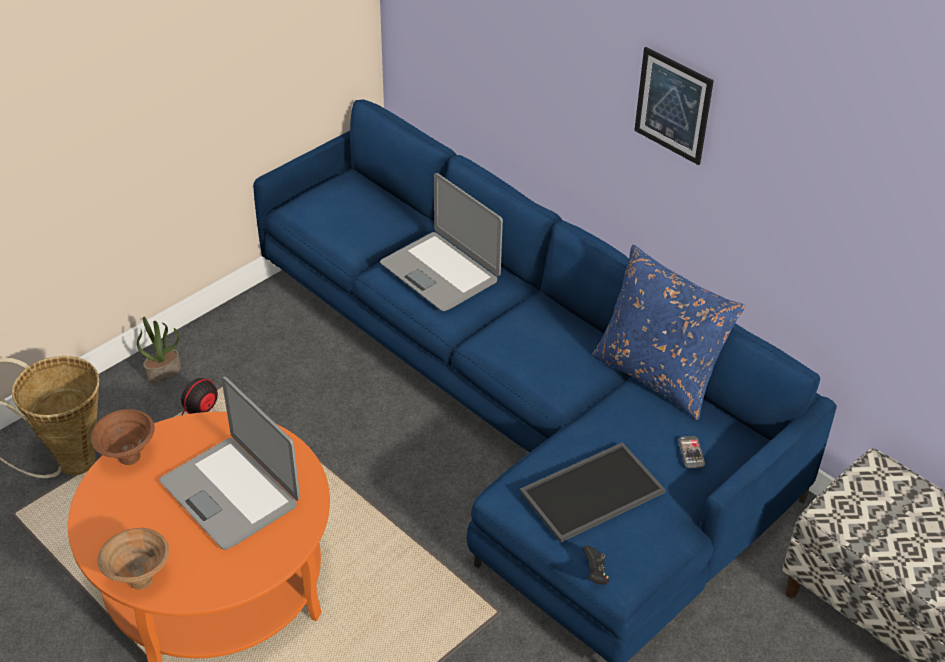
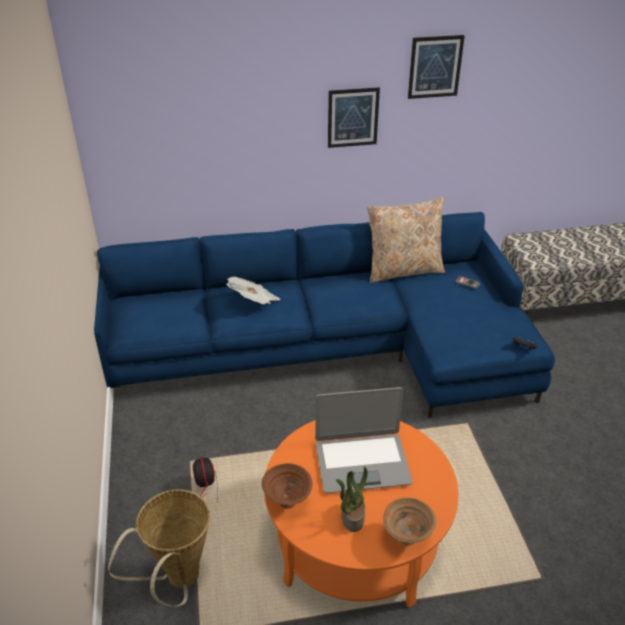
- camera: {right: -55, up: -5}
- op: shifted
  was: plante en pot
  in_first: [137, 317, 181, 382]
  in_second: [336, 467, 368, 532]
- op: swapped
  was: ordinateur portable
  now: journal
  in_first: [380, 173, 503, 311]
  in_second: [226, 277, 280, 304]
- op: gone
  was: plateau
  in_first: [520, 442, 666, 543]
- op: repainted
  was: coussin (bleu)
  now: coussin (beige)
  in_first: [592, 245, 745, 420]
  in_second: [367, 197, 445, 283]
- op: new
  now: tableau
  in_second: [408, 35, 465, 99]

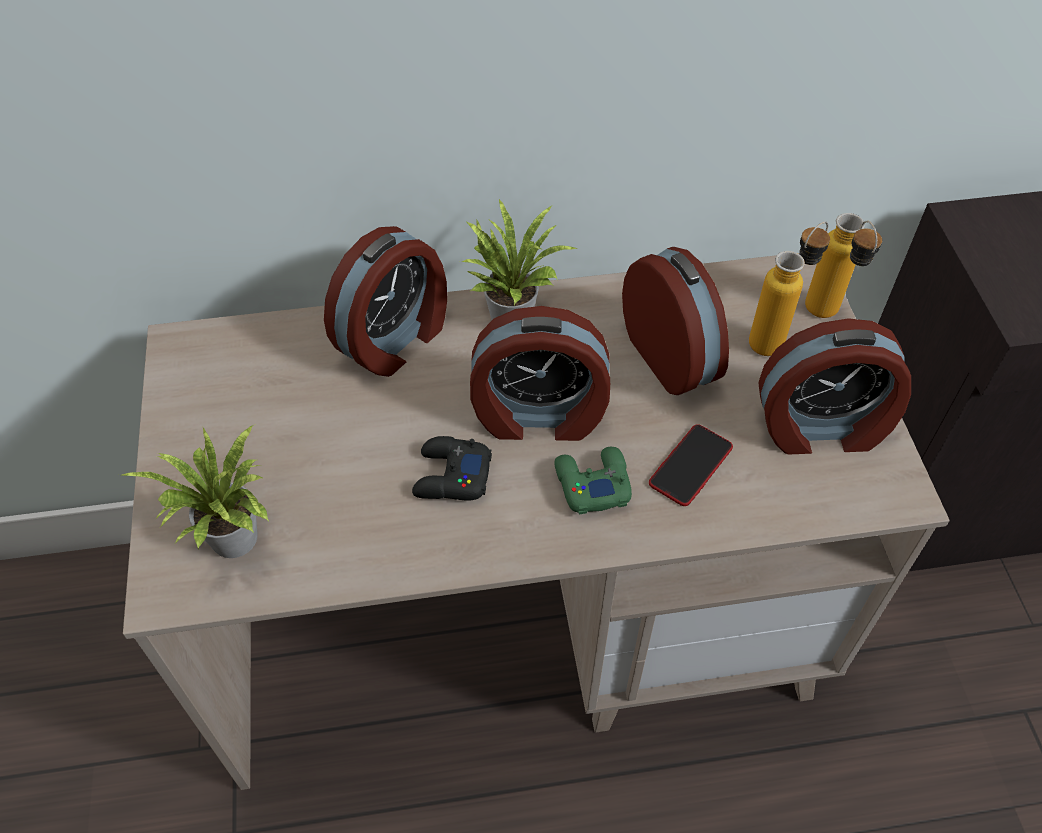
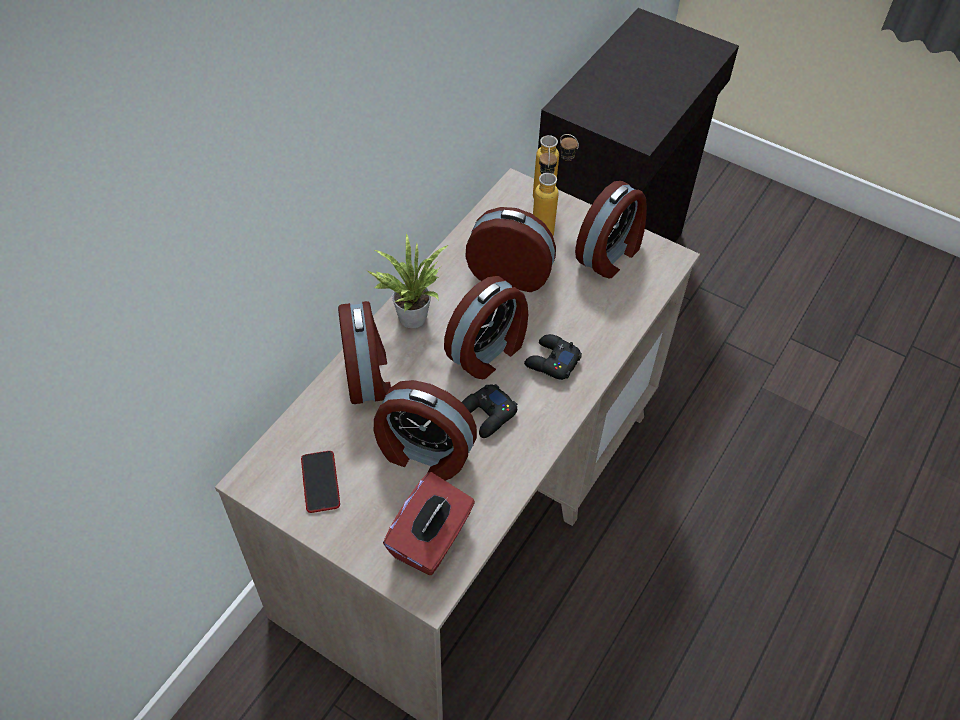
- camera: {right: -50, up: 0}
- op: swapped
  was: plante en pot
  now: boîte à mouchoirs (rouge)
  in_first: [122, 425, 269, 558]
  in_second: [383, 472, 475, 575]
- op: repainted
  was: manette (vert)
  now: manette (noir)
  in_first: [554, 447, 632, 515]
  in_second: [524, 334, 582, 380]
- op: shifted
  was: téléphone
  in_first: [649, 424, 733, 506]
  in_second: [301, 451, 340, 513]
- op: new
  now: réveil
  in_second: [374, 380, 477, 481]

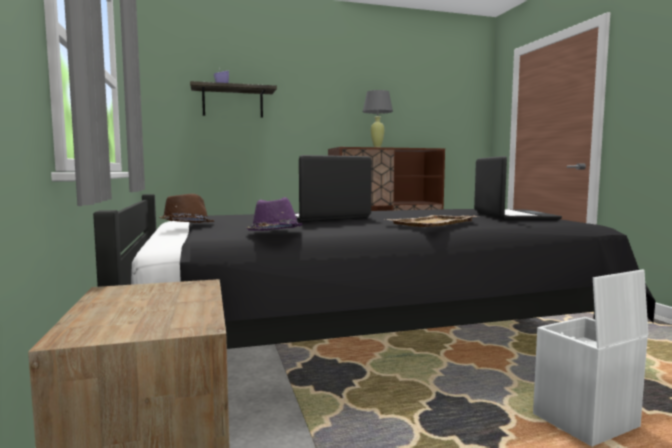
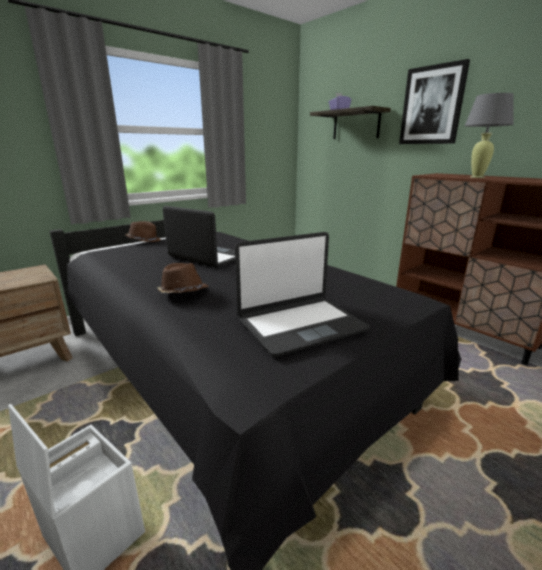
- camera: {right: 65, up: 15}
- op: gone
  was: chapeau (violet)
  in_first: [246, 197, 302, 231]
- op: swapped
  was: plateau (beige)
  now: chapeau (marron)
  in_first: [384, 215, 478, 227]
  in_second: [157, 263, 208, 293]
- op: new
  now: tableau
  in_second: [399, 59, 470, 144]

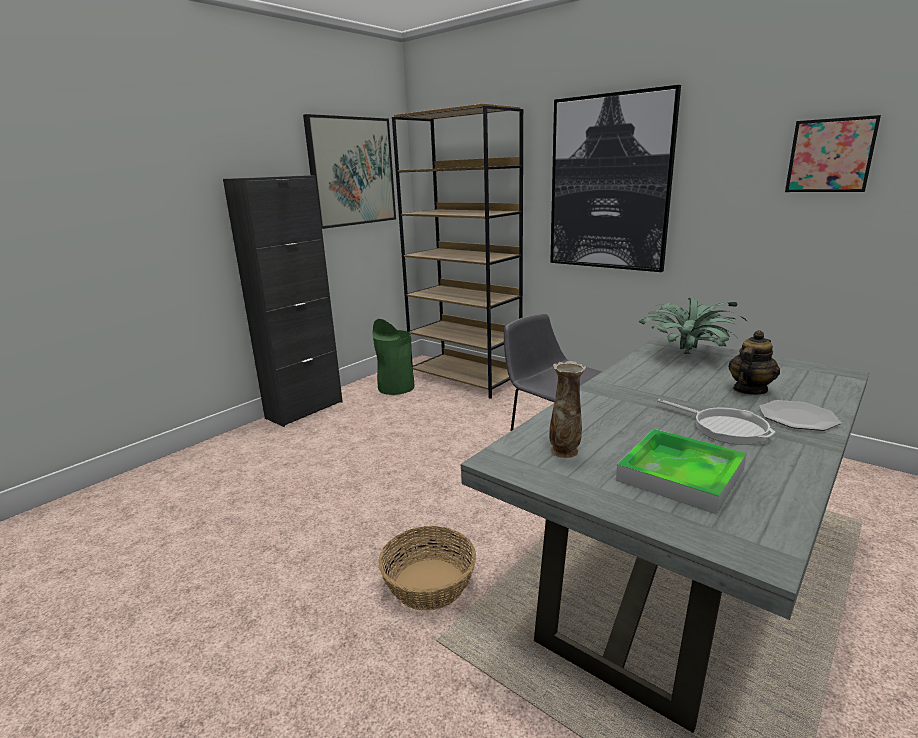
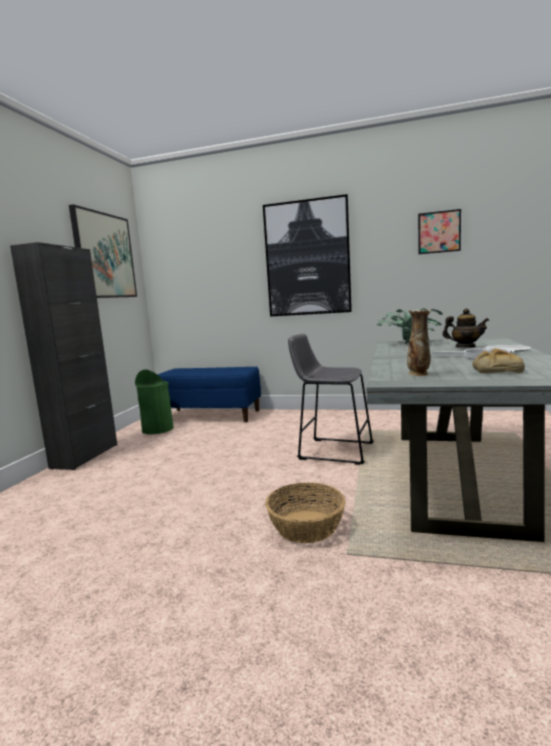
- camera: {right: -25, up: -10}
- op: swapped
  was: bibliothèque (marron)
  now: banc (bleu)
  in_first: [392, 103, 523, 399]
  in_second: [157, 367, 261, 422]
- op: swapped
  was: plateau
  now: pain
  in_first: [616, 429, 747, 514]
  in_second: [472, 348, 525, 373]
- op: rotated
  was: théière
  in_first: [728, 330, 780, 395]
  in_second: [442, 309, 489, 348]
  clockwise: 90

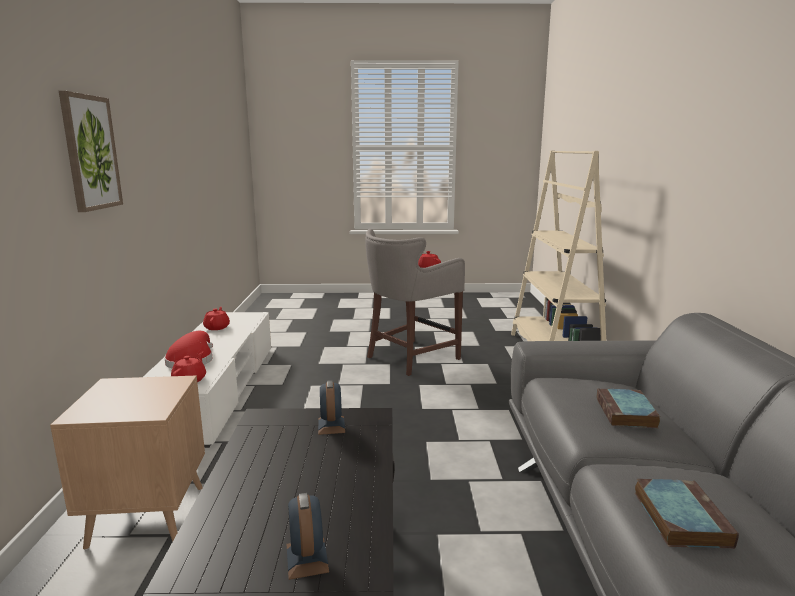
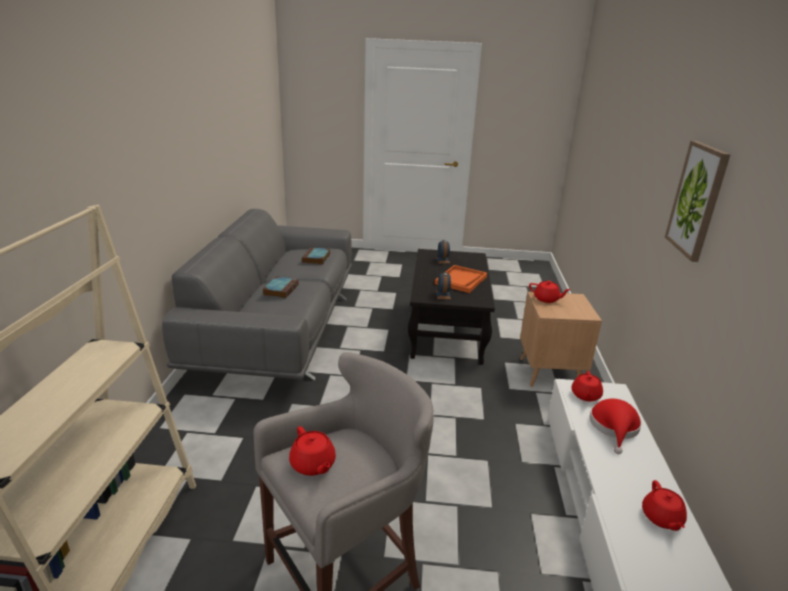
- camera: {right: -175, up: 10}
- op: new
  now: plateau (orange)
  in_second: [435, 265, 487, 293]
- op: new
  now: théière (rouge)
  in_second: [529, 281, 571, 303]

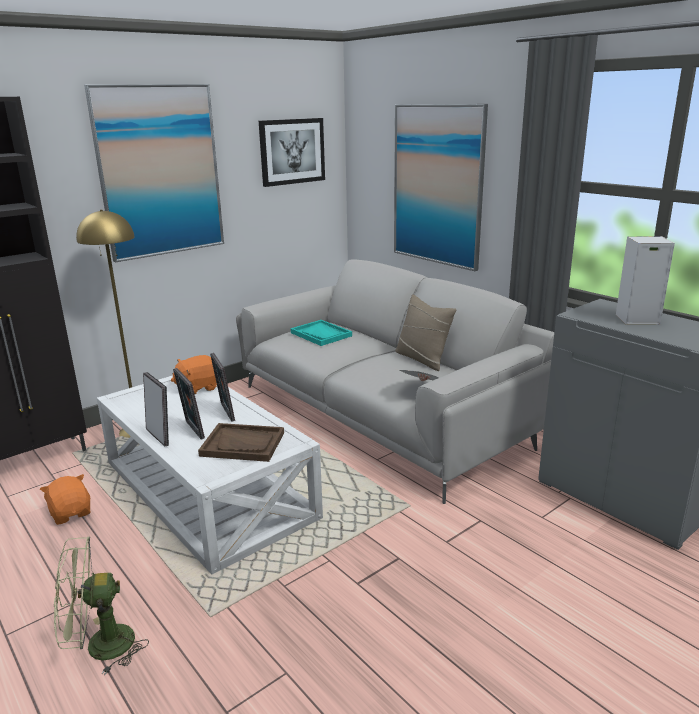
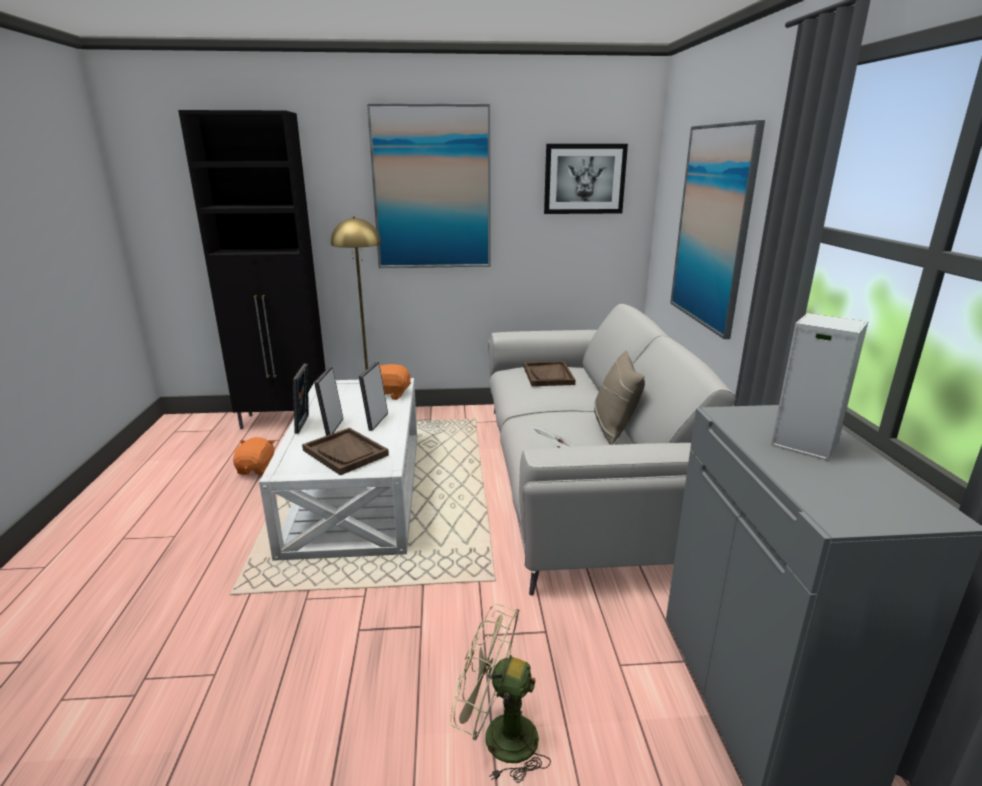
- camera: {right: 35, up: 0}
- op: shifted
  was: ventilateur (vert)
  in_first: [54, 536, 149, 675]
  in_second: [450, 604, 551, 783]
- op: repainted
  was: plateau (turquoise)
  now: plateau (marron)
  in_first: [290, 320, 352, 346]
  in_second: [524, 361, 575, 386]

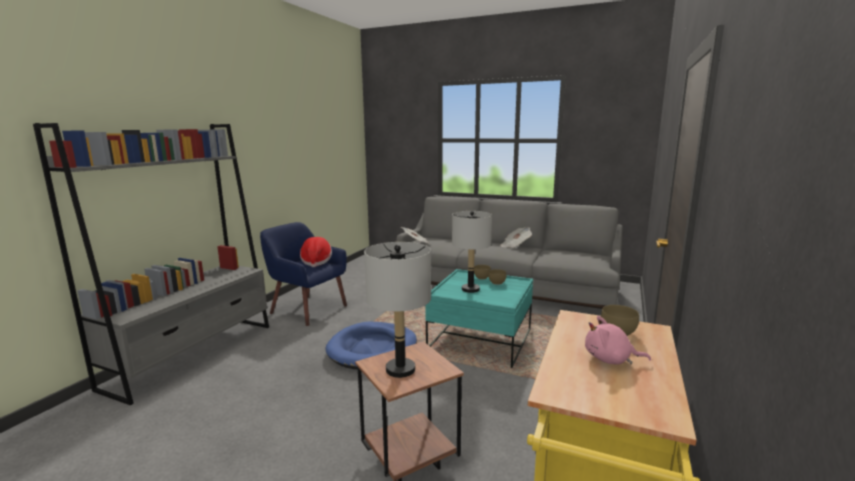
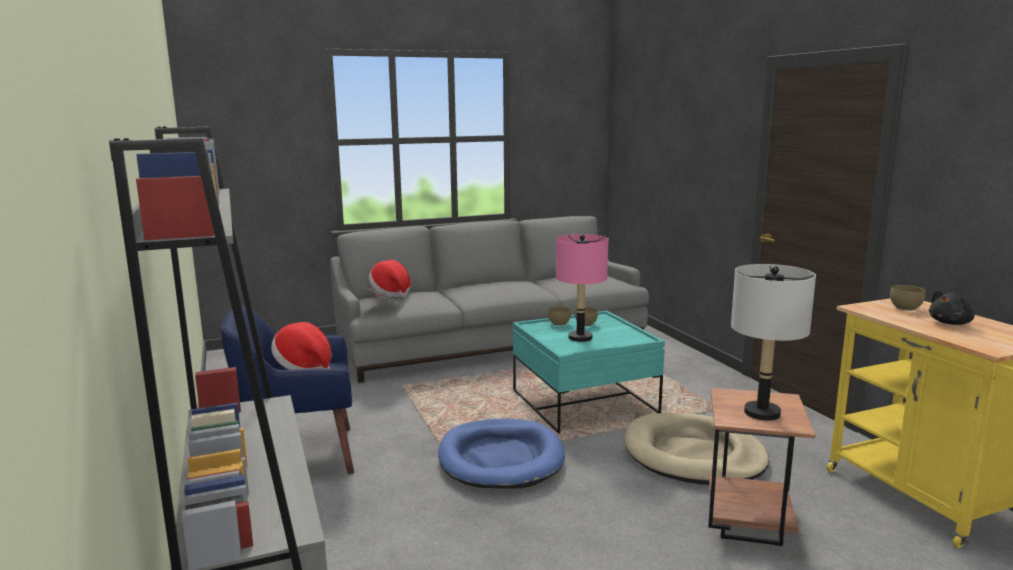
- camera: {right: -45, up: 0}
- op: repainted
  was: lampe de table (gris)
  now: lampe de table (rose)
  in_first: [452, 211, 492, 293]
  in_second: [556, 234, 608, 342]
- op: gone
  was: journal
  in_first: [500, 227, 532, 248]
- op: repainted
  was: peluche (rose)
  now: peluche (noir)
  in_first: [585, 316, 651, 365]
  in_second: [929, 290, 975, 325]
- op: new
  now: chapeau
  in_second: [369, 260, 411, 297]
- op: new
  now: panier pour chien (beige)
  in_second: [624, 413, 769, 485]

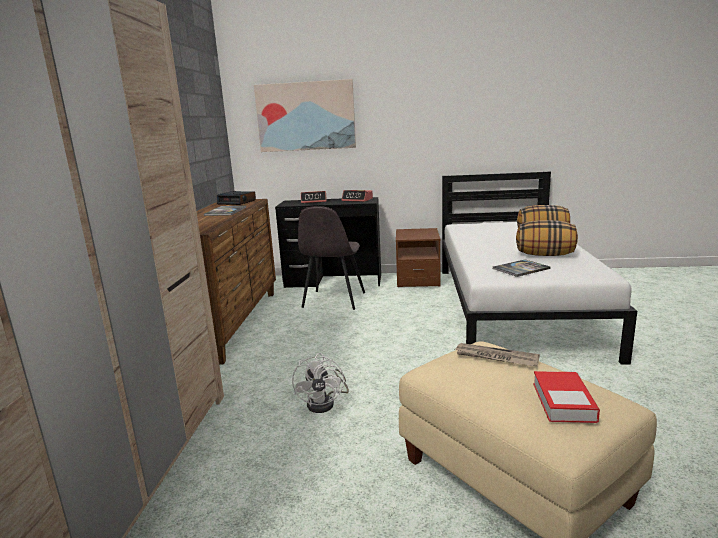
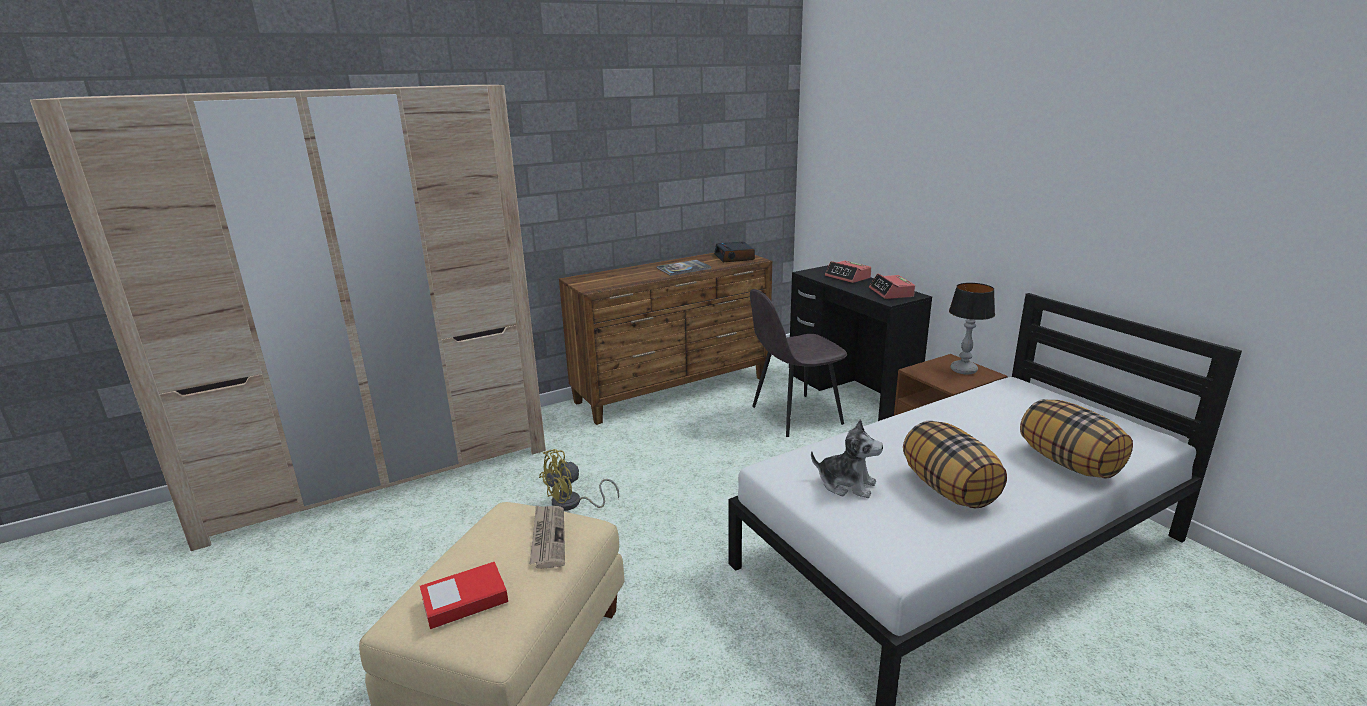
- camera: {right: 55, up: 5}
- op: gone
  was: tableau
  in_first: [254, 79, 356, 152]
- op: repainted
  was: ventilateur (blanc)
  now: ventilateur (jaune)
  in_first: [292, 353, 349, 413]
  in_second: [539, 449, 619, 511]
- op: swapped
  was: livre
  now: peluche
  in_first: [493, 259, 550, 277]
  in_second: [811, 419, 883, 498]
- op: new
  now: lampe de table
  in_second: [949, 283, 995, 375]

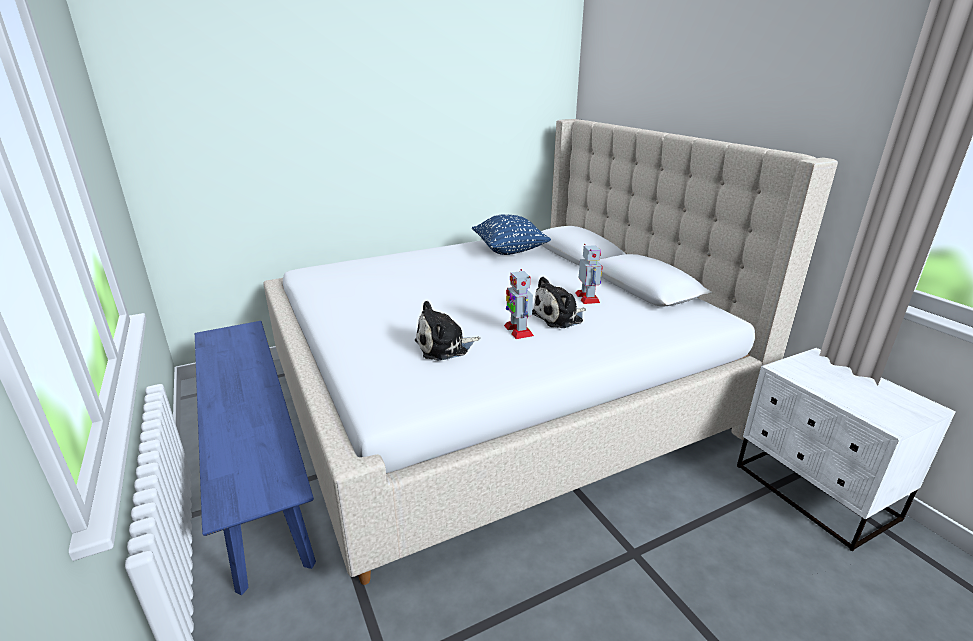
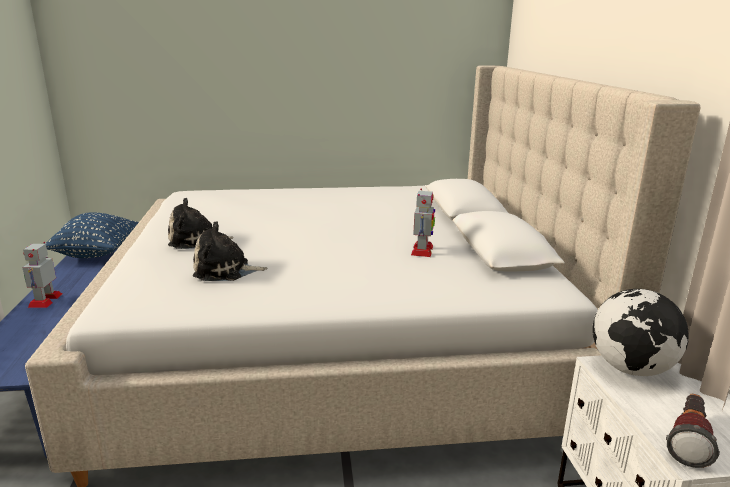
- camera: {right: 20, up: -5}
- op: shifted
  was: coussin (bleu)
  in_first: [472, 214, 551, 255]
  in_second: [44, 212, 139, 258]
- op: shifted
  was: robot jouet
  in_first: [504, 269, 534, 339]
  in_second: [22, 242, 62, 308]
- op: shifted
  was: peluche
  in_first: [532, 276, 586, 328]
  in_second: [168, 198, 234, 249]
- op: new
  now: globe
  in_second: [592, 289, 688, 376]
- op: new
  now: lampe de poche
  in_second: [666, 394, 720, 468]

